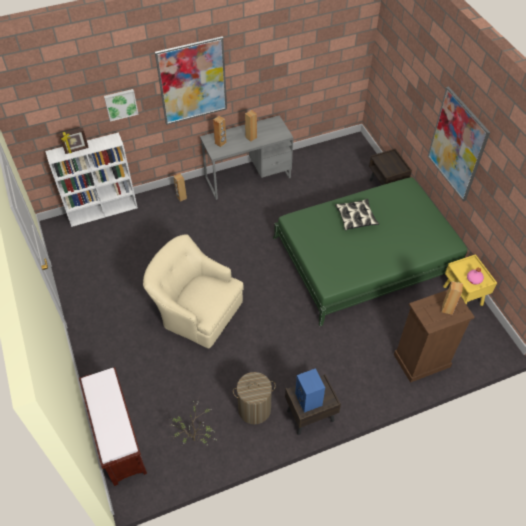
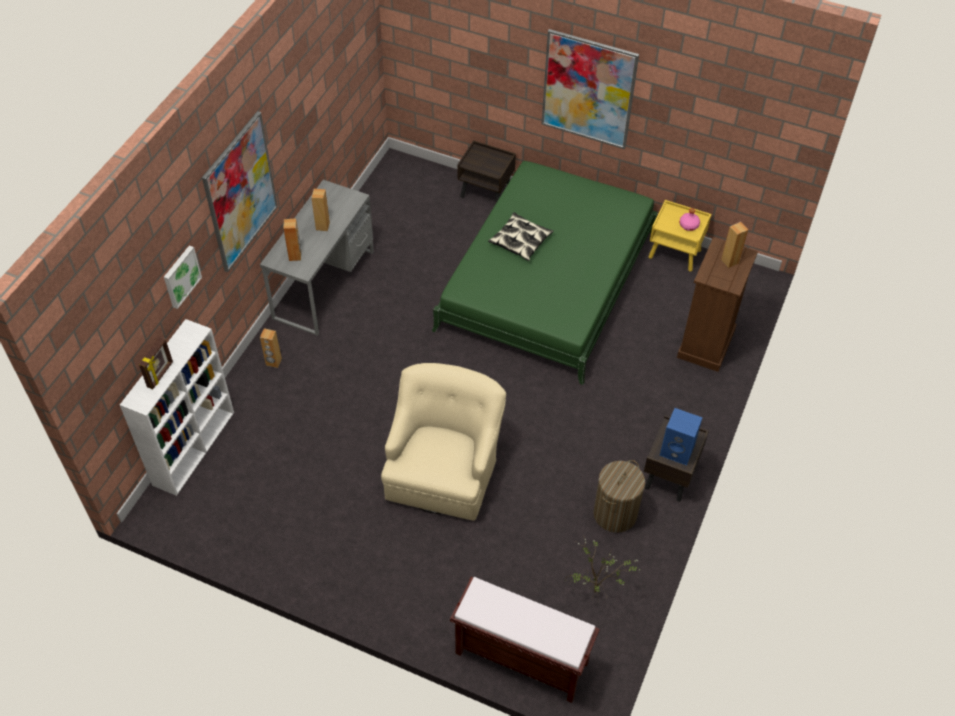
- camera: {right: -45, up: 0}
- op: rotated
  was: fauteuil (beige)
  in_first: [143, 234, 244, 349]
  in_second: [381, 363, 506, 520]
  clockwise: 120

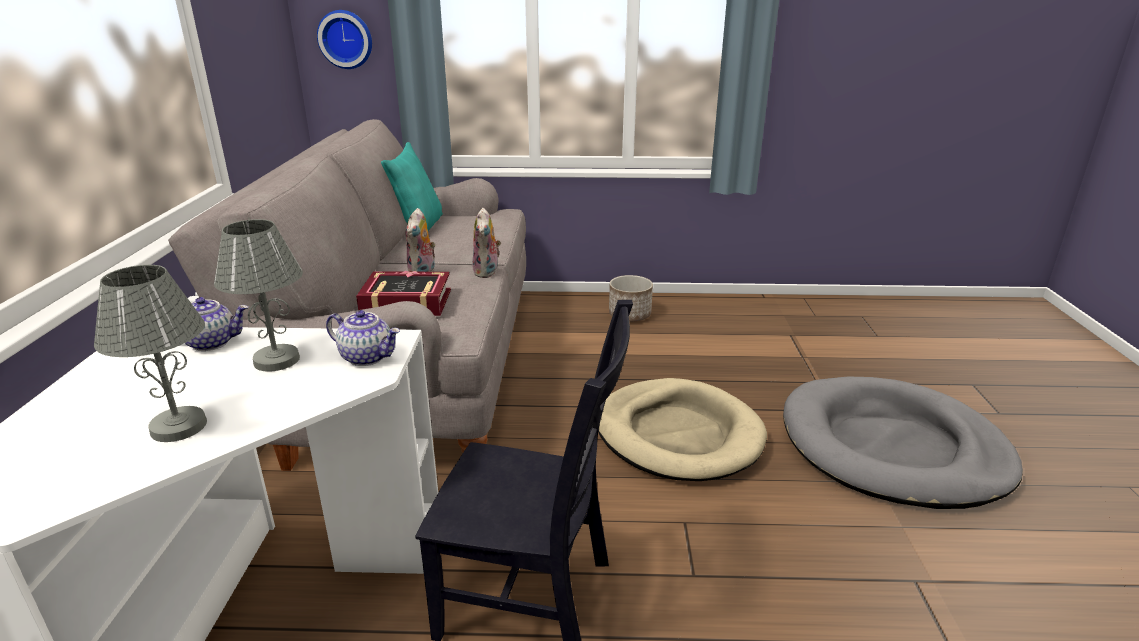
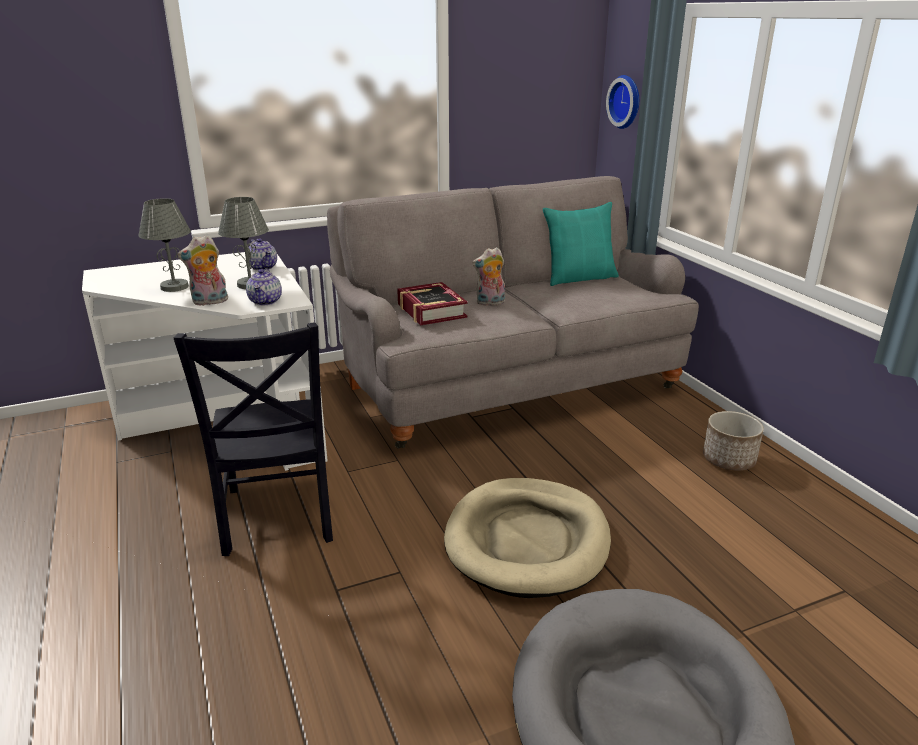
- camera: {right: 65, up: 0}
- op: shifted
  was: peluche
  in_first: [472, 208, 501, 278]
  in_second: [177, 235, 228, 306]

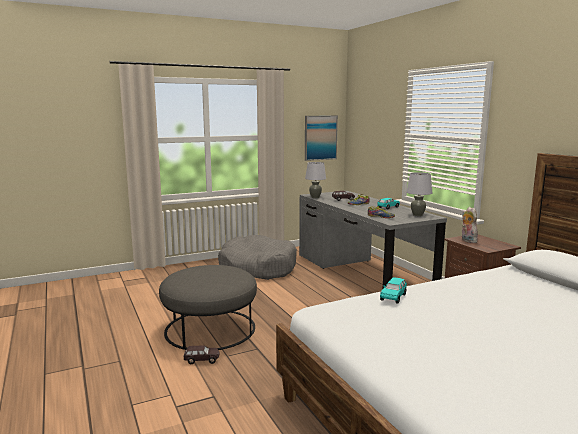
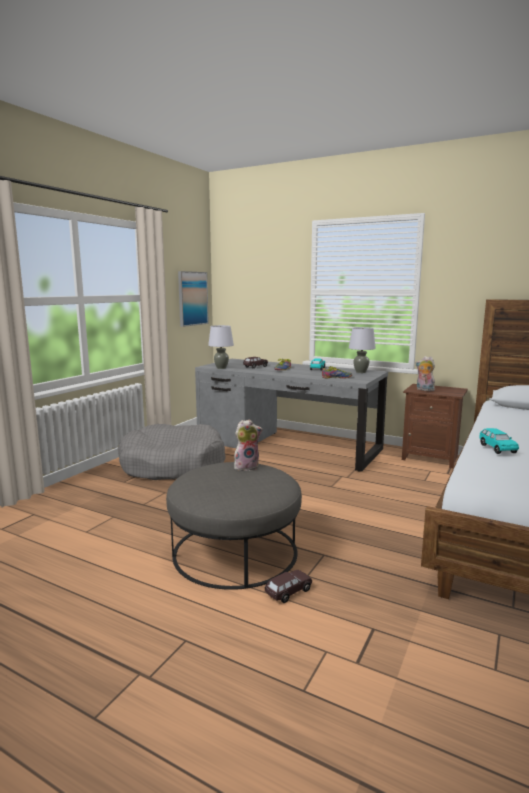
- camera: {right: -35, up: 0}
- op: new
  now: peluche
  in_second: [234, 419, 263, 471]

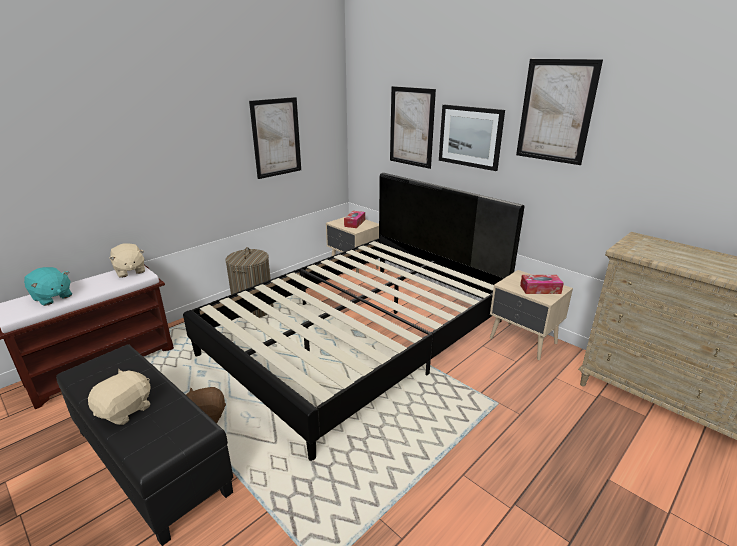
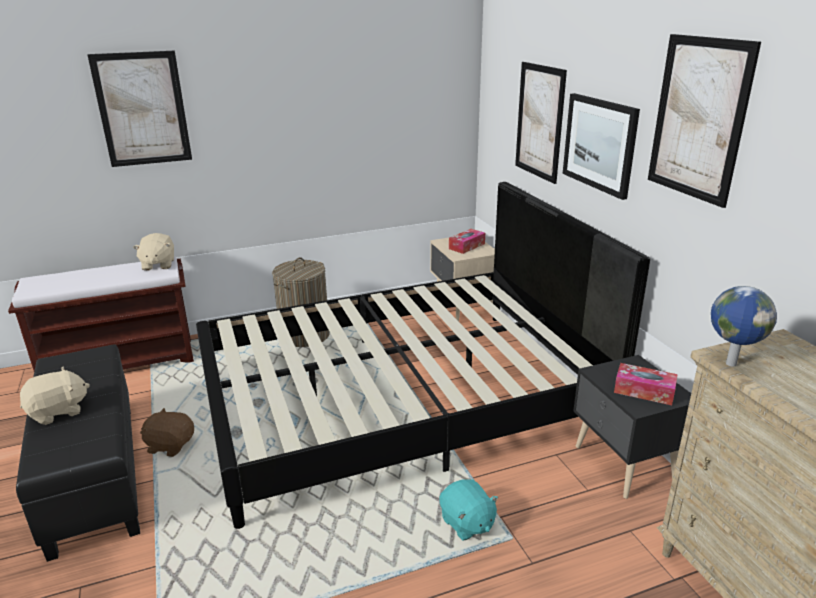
- camera: {right: 25, up: 0}
- op: shifted
  was: peluche (turquoise)
  in_first: [24, 267, 72, 306]
  in_second: [439, 479, 499, 541]
- op: shifted
  was: tableau
  in_first: [249, 97, 301, 179]
  in_second: [87, 51, 192, 167]
- op: repainted
  was: table de chevet (beige)
  now: table de chevet (noir)
  in_first: [490, 270, 573, 360]
  in_second: [573, 355, 691, 499]
- op: new
  now: globe
  in_second: [711, 286, 777, 367]

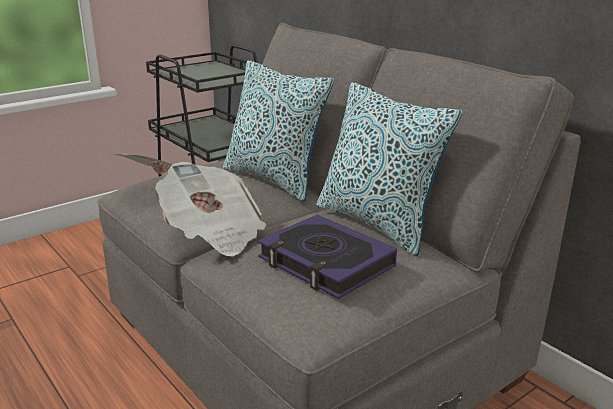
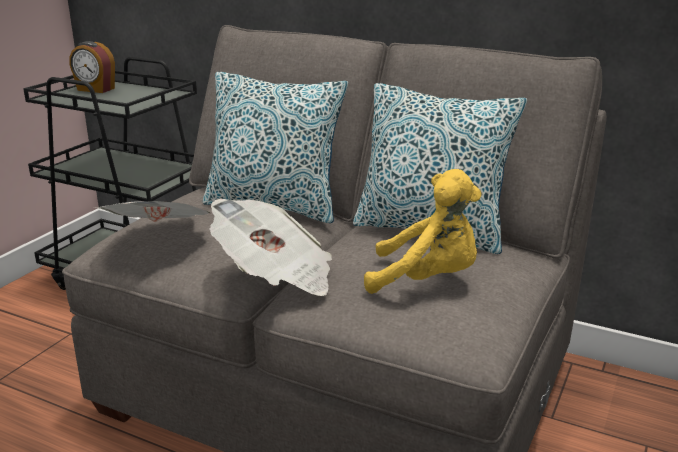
- camera: {right: -25, up: 0}
- op: swapped
  was: livre
  now: peluche (jaune)
  in_first: [258, 215, 397, 299]
  in_second: [364, 169, 482, 294]
- op: new
  now: réveil
  in_second: [69, 41, 115, 93]

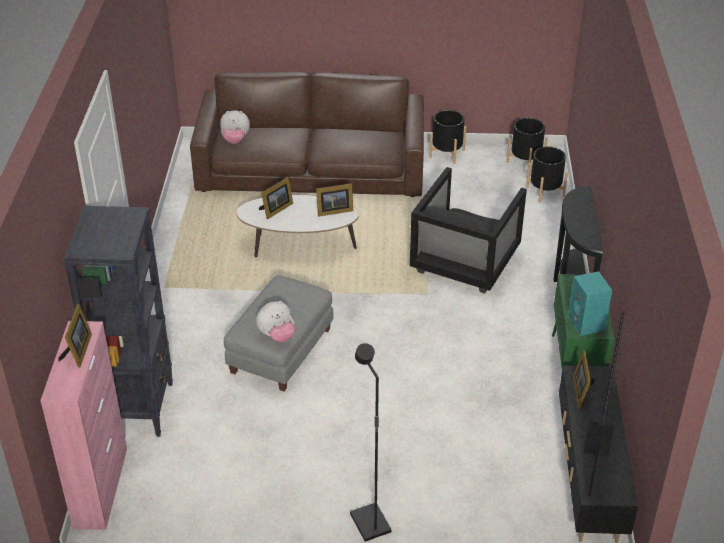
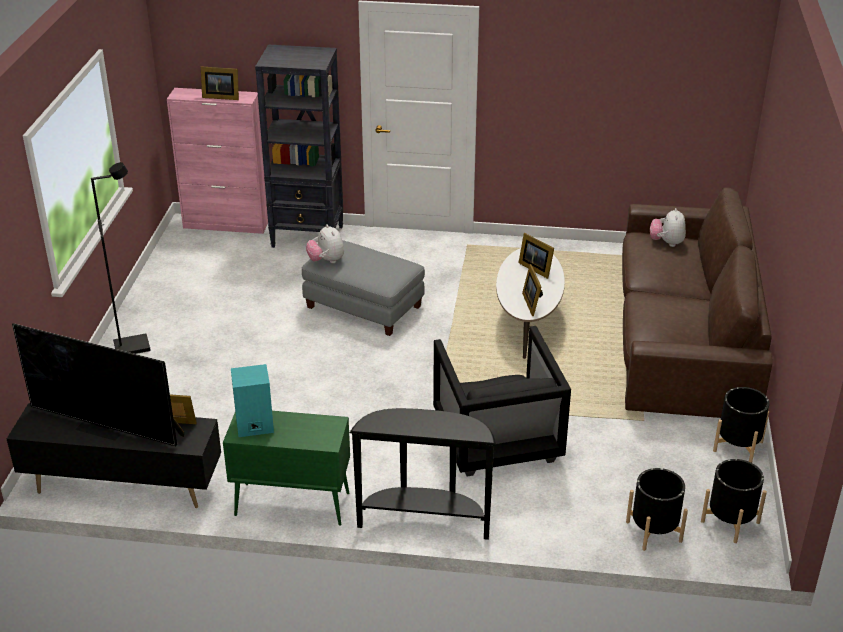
- camera: {right: 95, up: -5}
- op: rotated
  was: fauteuil (noir)
  in_first: [410, 167, 527, 293]
  in_second: [433, 326, 571, 476]
  clockwise: -135

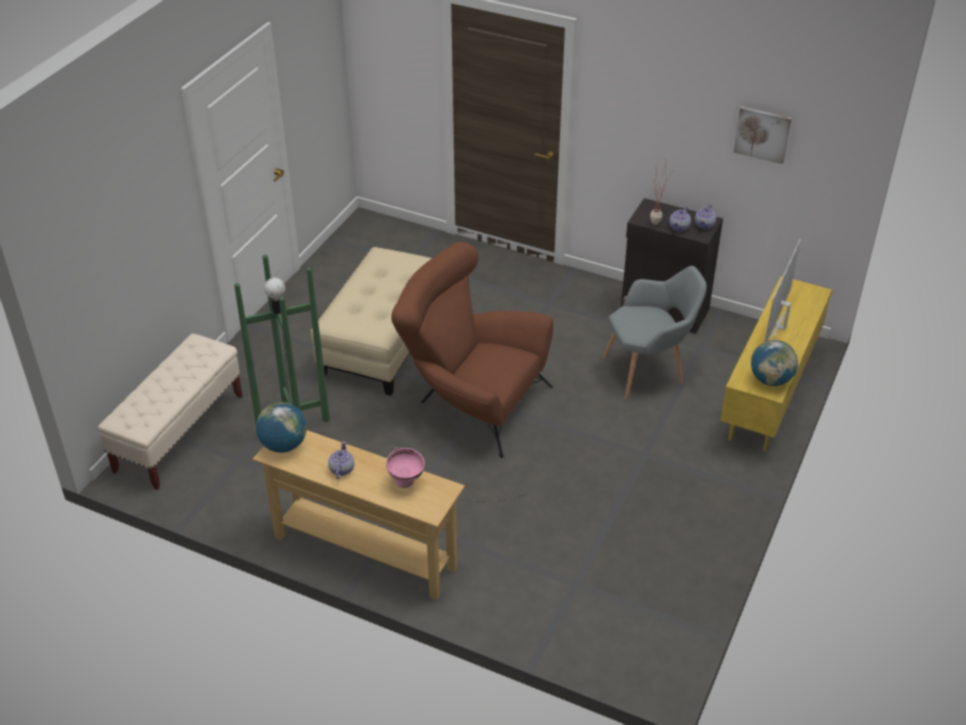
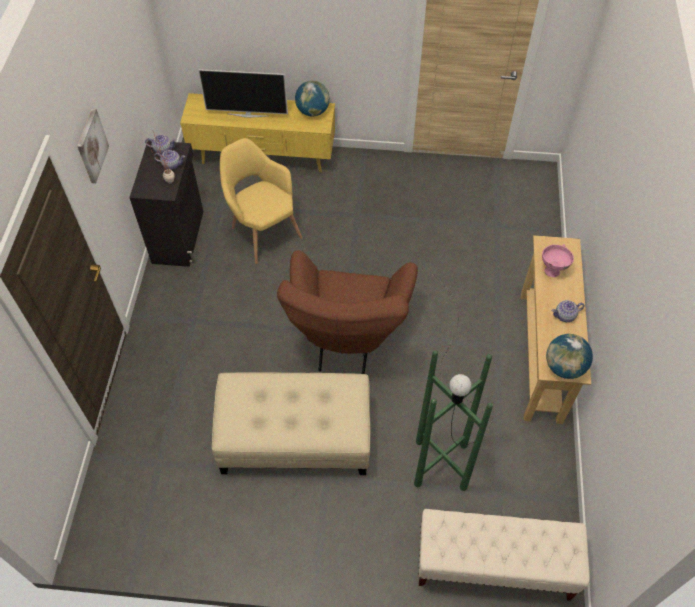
- camera: {right: -110, up: 15}
- op: repainted
  was: fauteuil (gris)
  now: fauteuil (jaune)
  in_first: [603, 266, 707, 400]
  in_second: [220, 138, 302, 264]
- op: shifted
  was: tableau
  in_first: [733, 106, 792, 164]
  in_second: [77, 108, 109, 183]

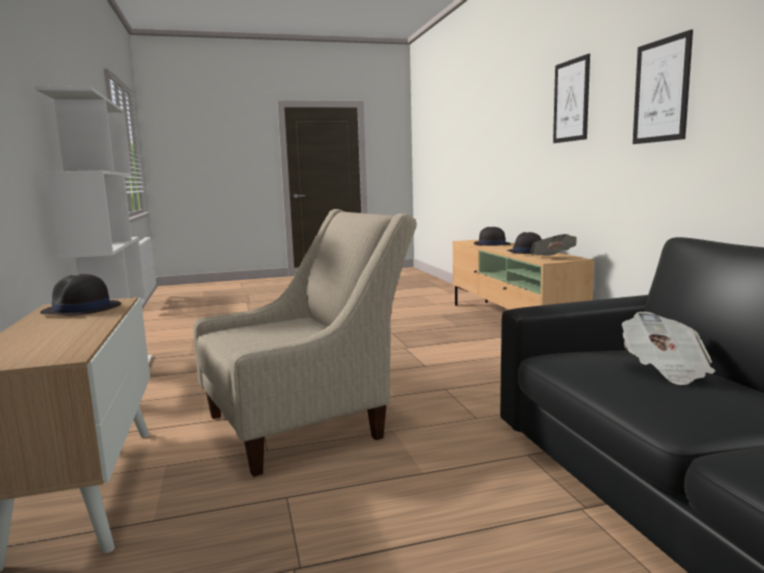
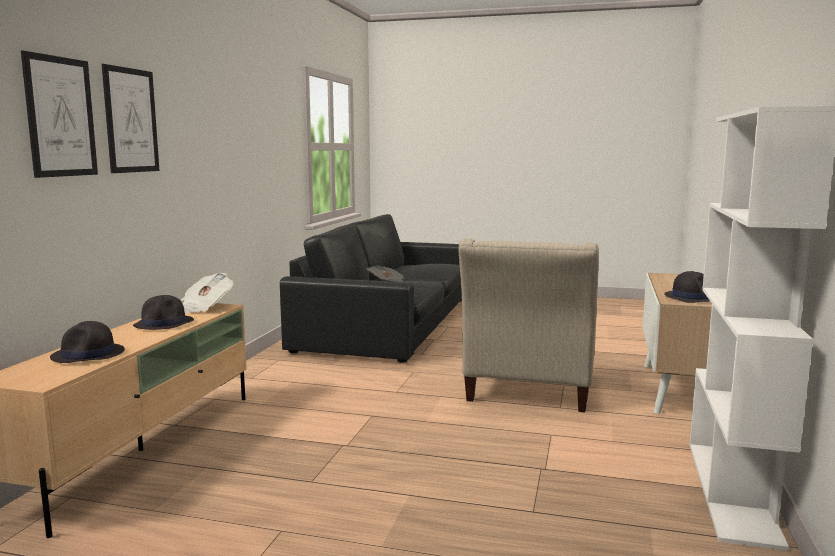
- camera: {right: -150, up: 0}
- op: rotated
  was: fauteuil (beige)
  in_first: [194, 209, 417, 477]
  in_second: [458, 239, 599, 413]
  clockwise: -75
- op: shifted
  was: tableau
  in_first: [633, 30, 693, 144]
  in_second: [21, 51, 98, 178]

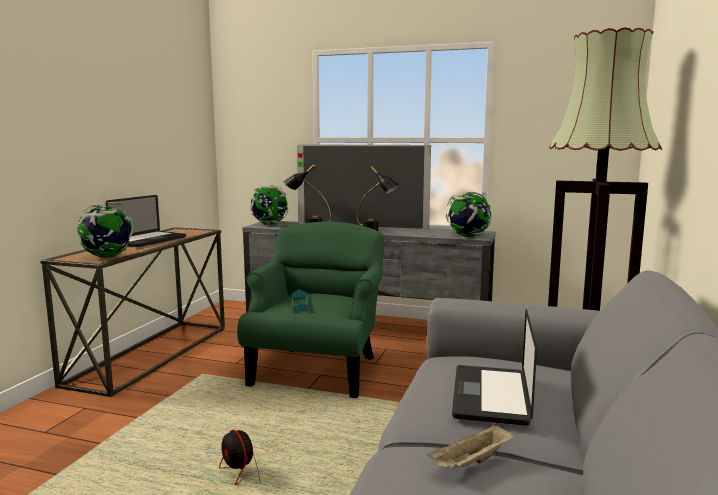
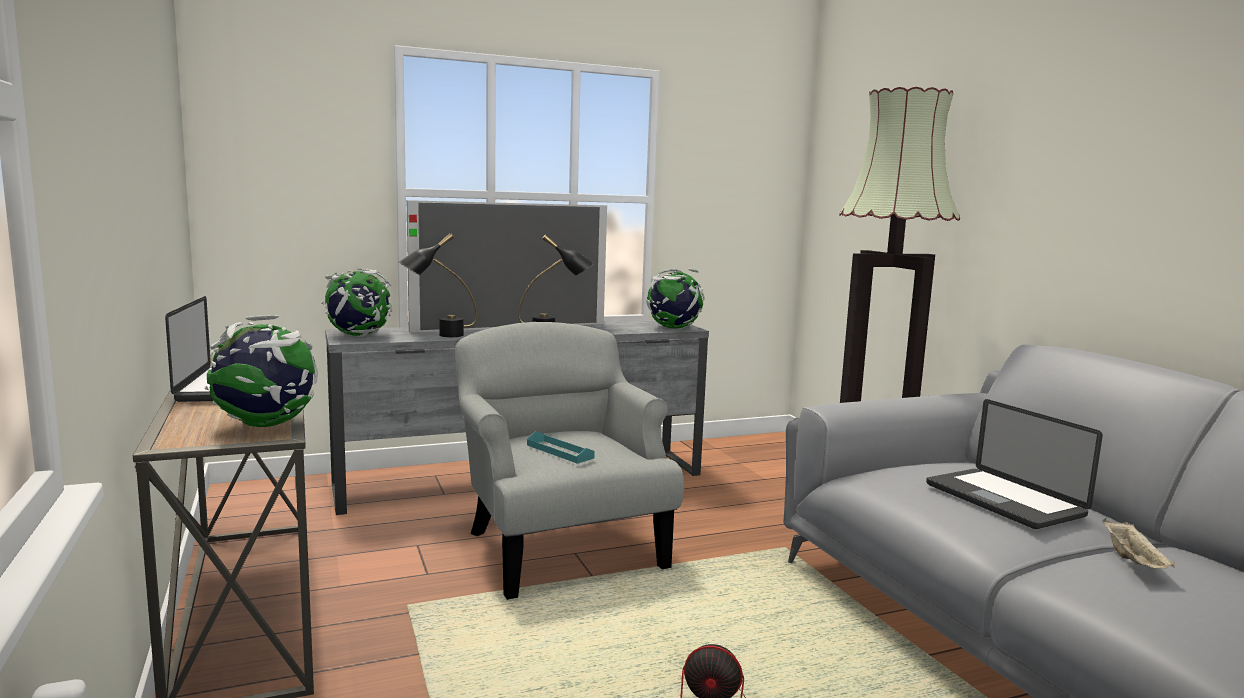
- camera: {right: -40, up: 0}
- op: repainted
  was: fauteuil (vert)
  now: fauteuil (gris)
  in_first: [237, 222, 384, 398]
  in_second: [455, 322, 684, 600]

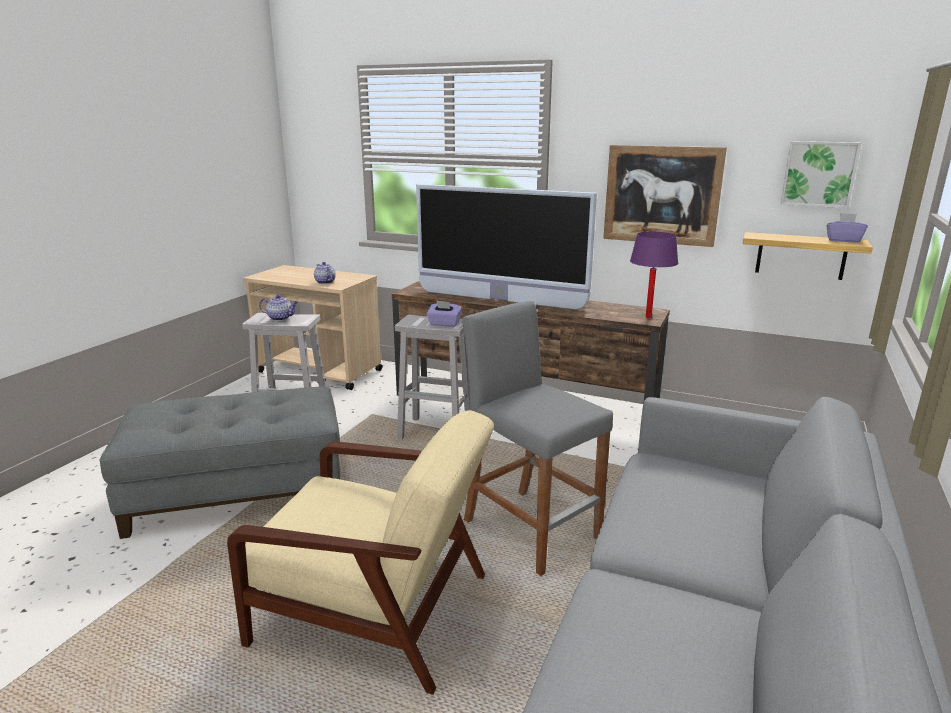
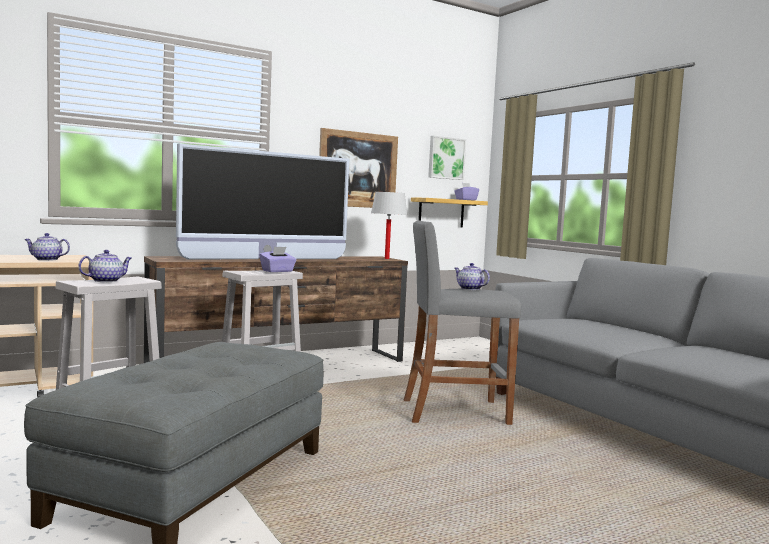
- camera: {right: -55, up: -15}
- op: gone
  was: fauteuil (beige)
  in_first: [227, 410, 494, 695]
- op: repainted
  was: lampe de table (violet)
  now: lampe de table (blanc)
  in_first: [630, 231, 678, 318]
  in_second: [371, 192, 407, 259]
- op: new
  now: théière
  in_second: [454, 263, 490, 290]

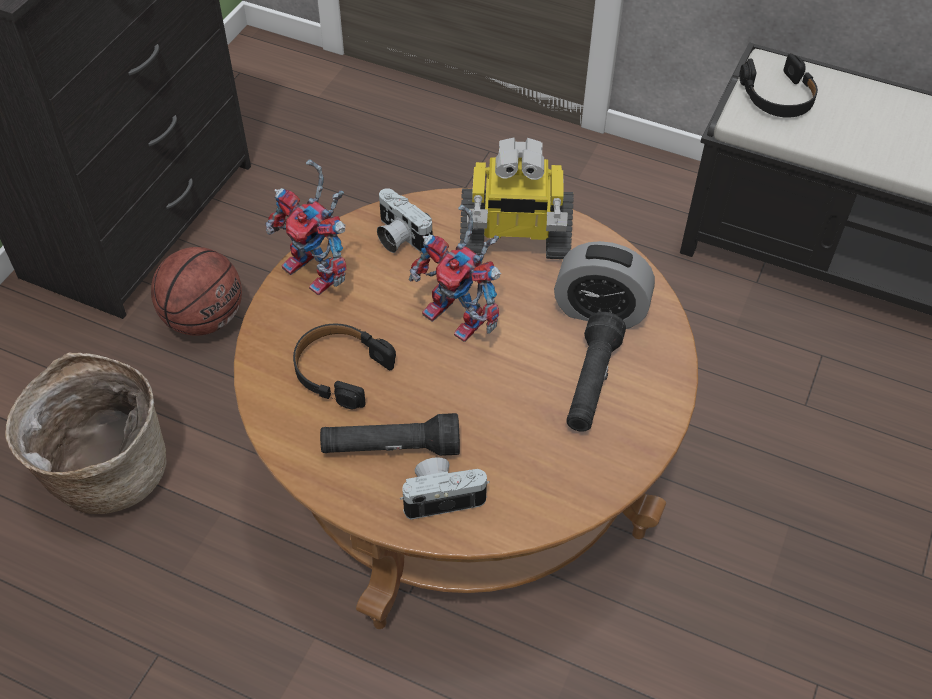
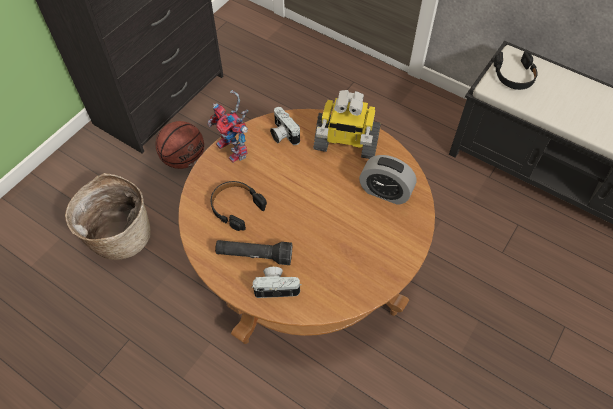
- camera: {right: 10, up: 5}
- op: gone
  was: robot jouet
  in_first: [409, 204, 501, 342]
- op: gone
  was: lampe de poche (noir)
  in_first: [566, 312, 626, 432]

